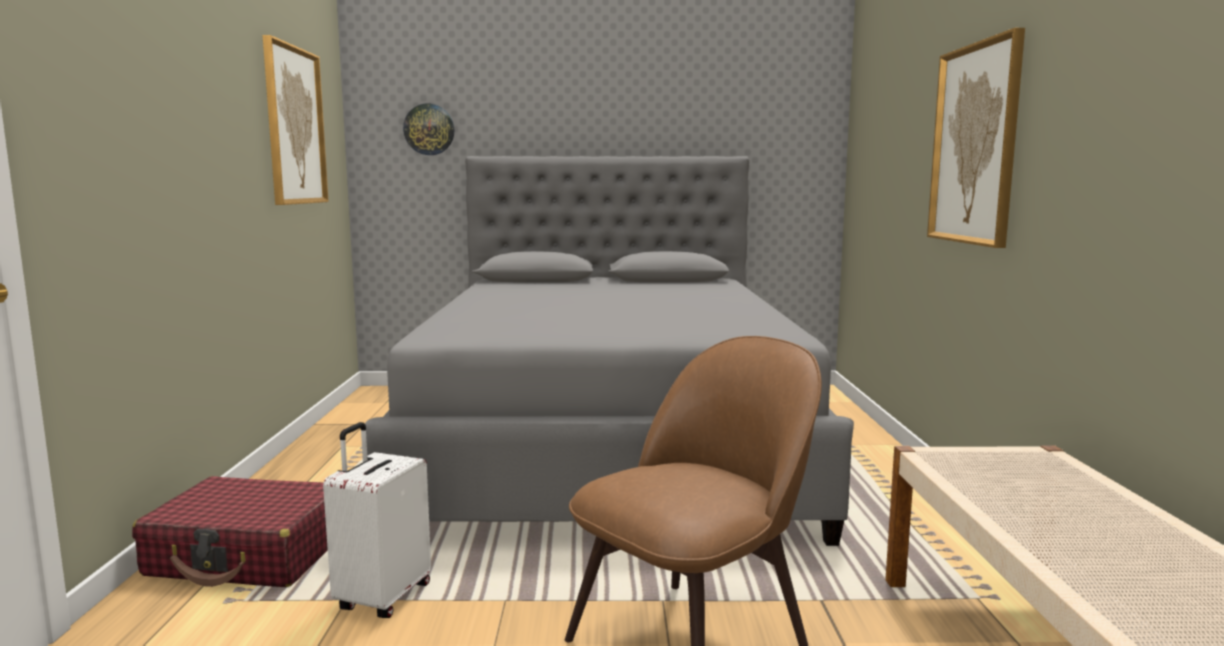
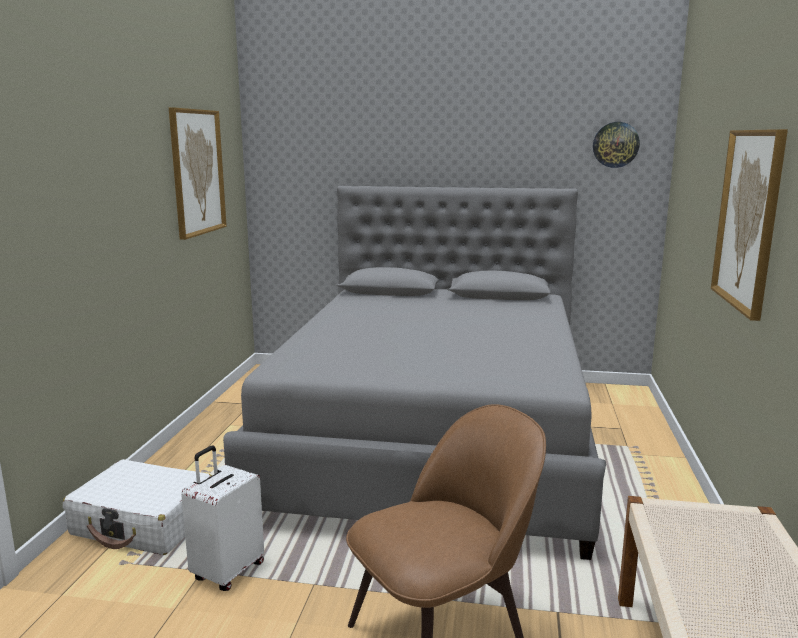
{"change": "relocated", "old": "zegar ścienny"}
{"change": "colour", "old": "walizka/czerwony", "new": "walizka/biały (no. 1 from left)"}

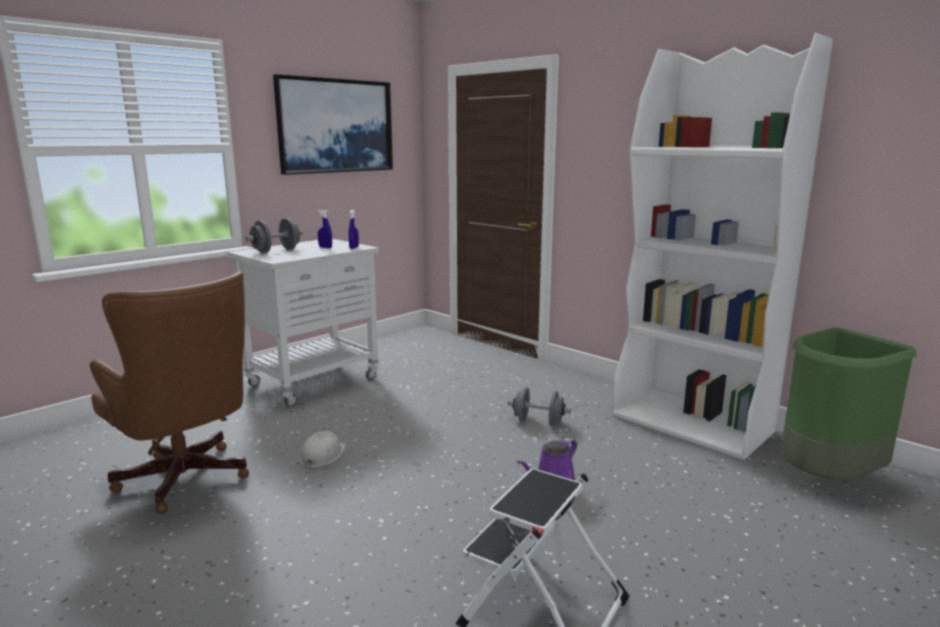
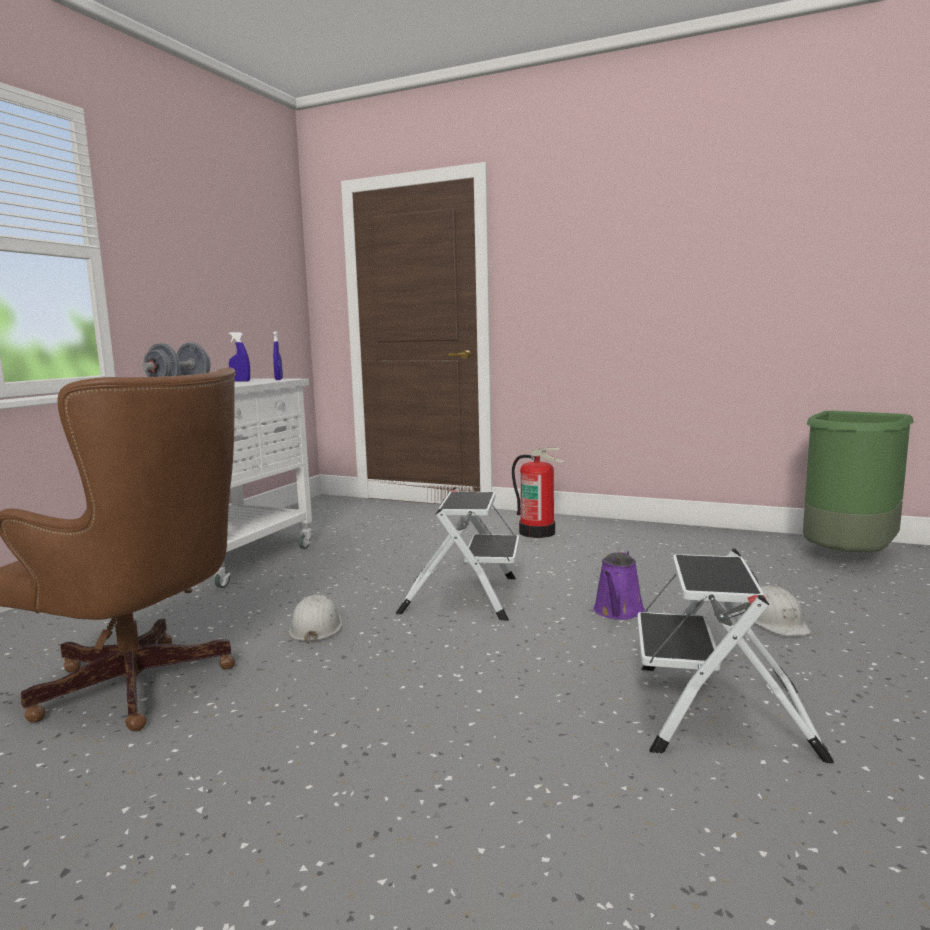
{"change": "missing", "old": "obraz"}
{"change": "missing", "old": "hantel/szary (no. 2 from left)"}
{"change": "missing", "old": "regał/biały"}
{"change": "appeared", "new": "drabinka (no. 1 from left)"}
{"change": "appeared", "new": "gaśnica"}
{"change": "appeared", "new": "kask/biały (no. 2 from left)"}

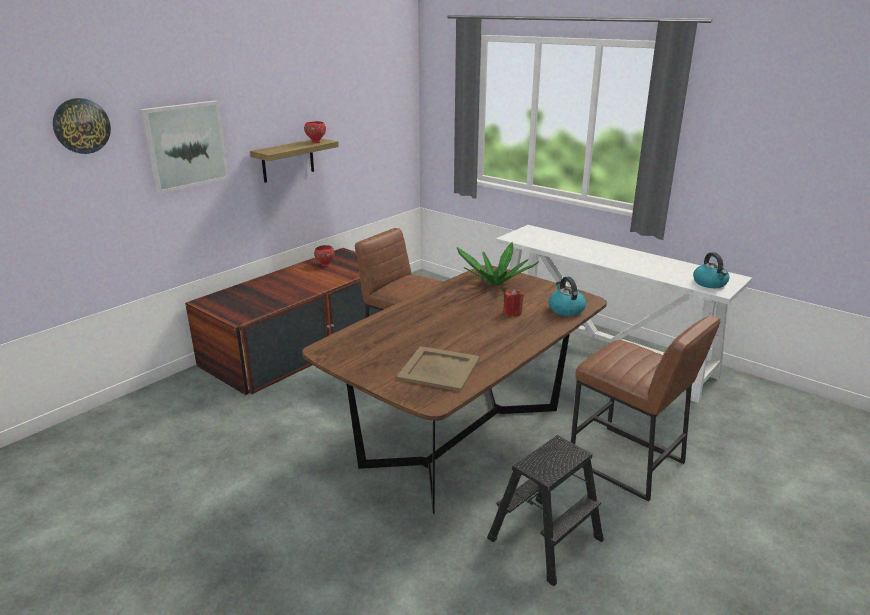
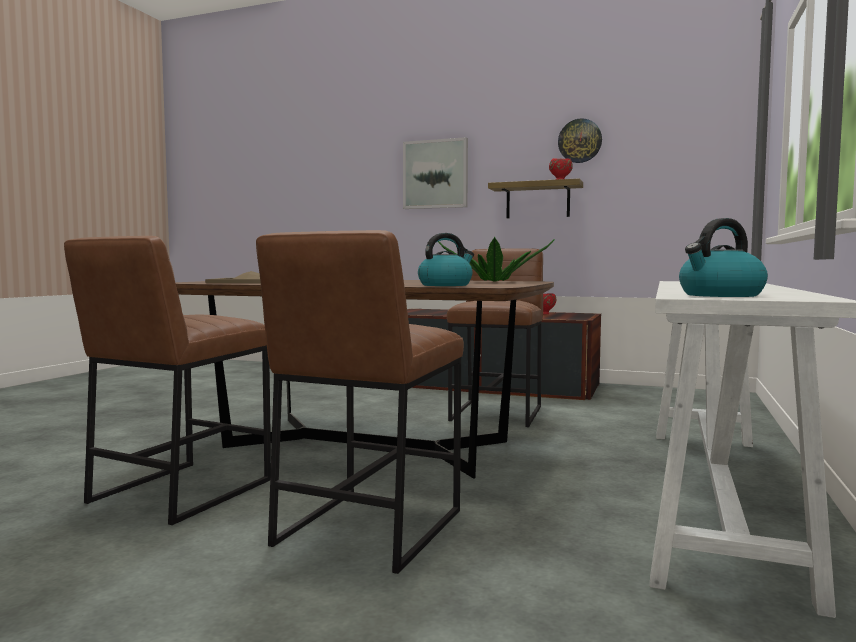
{"change": "missing", "old": "świeca/czerwony"}
{"change": "relocated", "old": "zegar ścienny"}
{"change": "exchanged", "old": "drabinka/czarny", "new": "krzesło/brązowy (no. 1 from left)"}

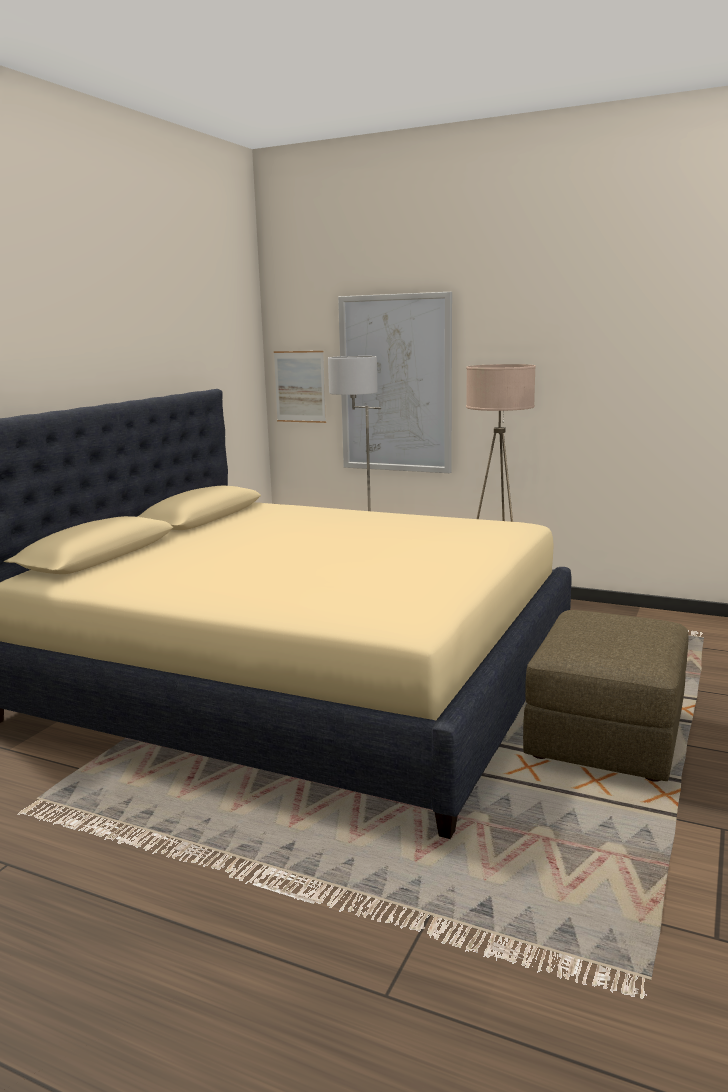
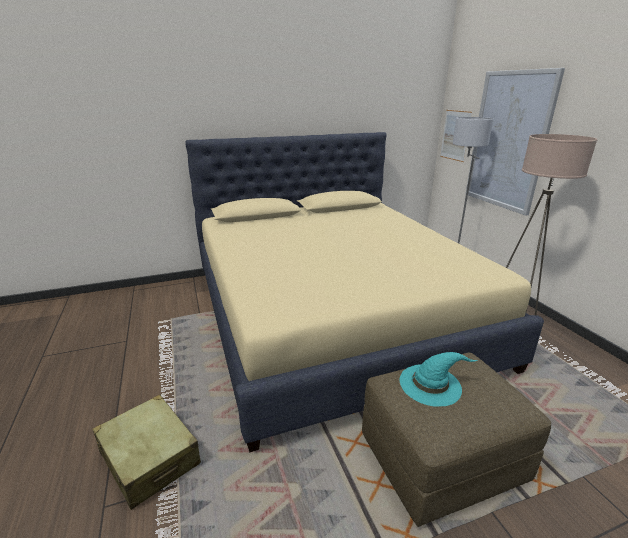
{"change": "appeared", "new": "walizka/beżowy"}
{"change": "appeared", "new": "kapelusz/turkusowy"}

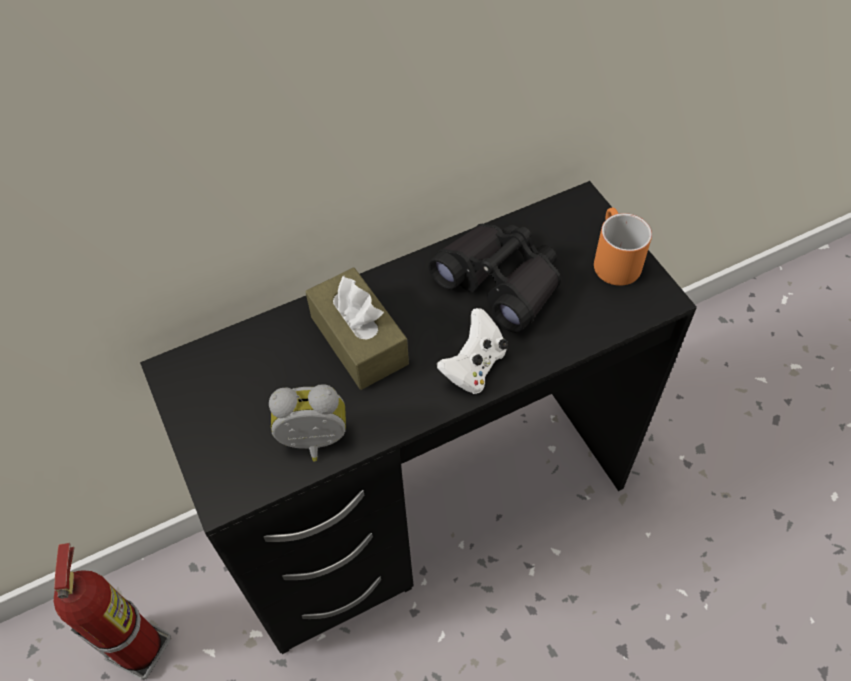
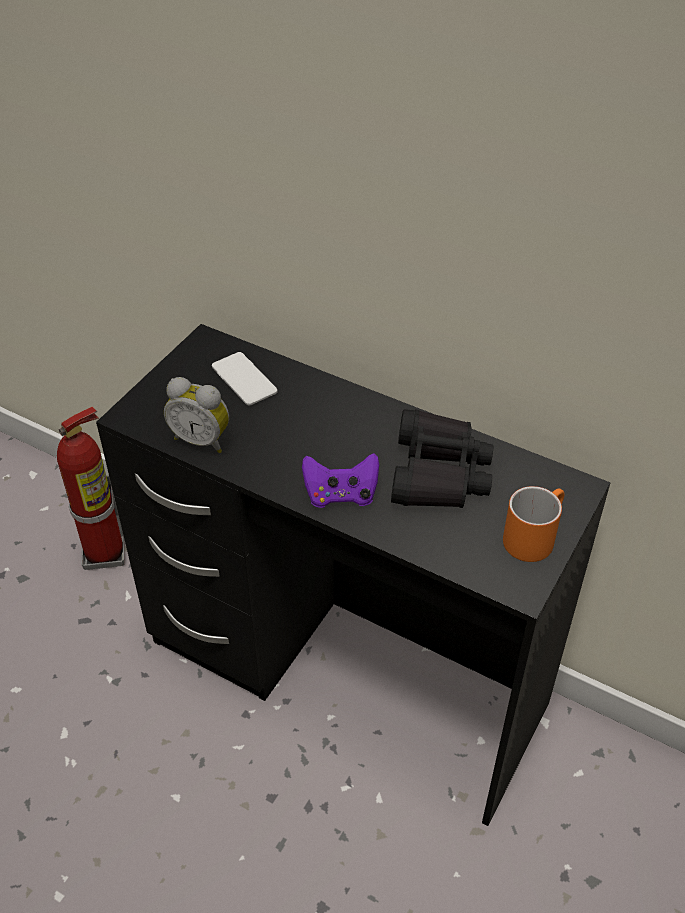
{"change": "missing", "old": "pudełko chusteczek/brązowy"}
{"change": "appeared", "new": "telefon"}
{"change": "colour", "old": "pad do gier/biały", "new": "pad do gier/fioletowy"}
{"change": "spun", "old": "budzik", "degrees": 150}

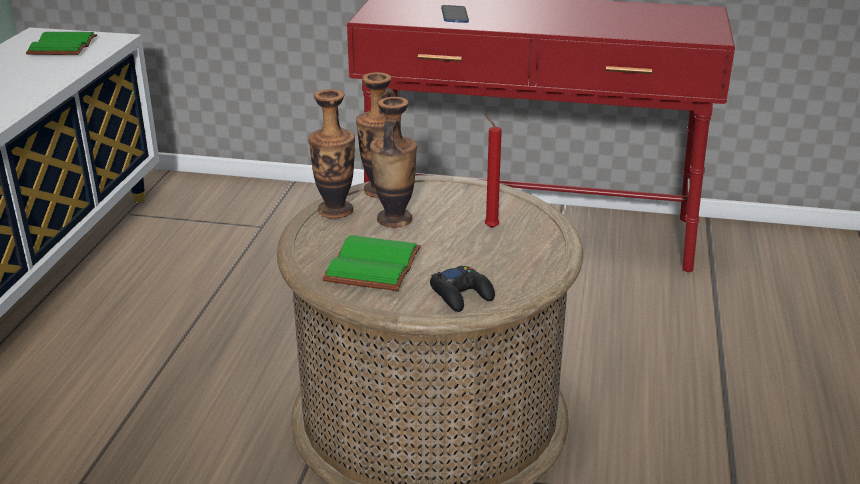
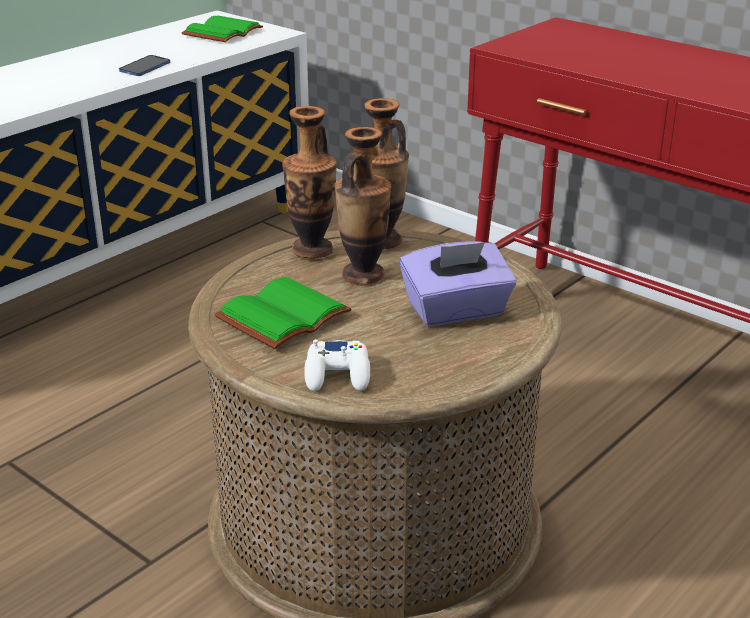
{"change": "relocated", "old": "telefon"}
{"change": "exchanged", "old": "świeca/czerwony", "new": "pudełko chusteczek/fioletowy"}
{"change": "colour", "old": "pad do gier/czarny", "new": "pad do gier/biały"}

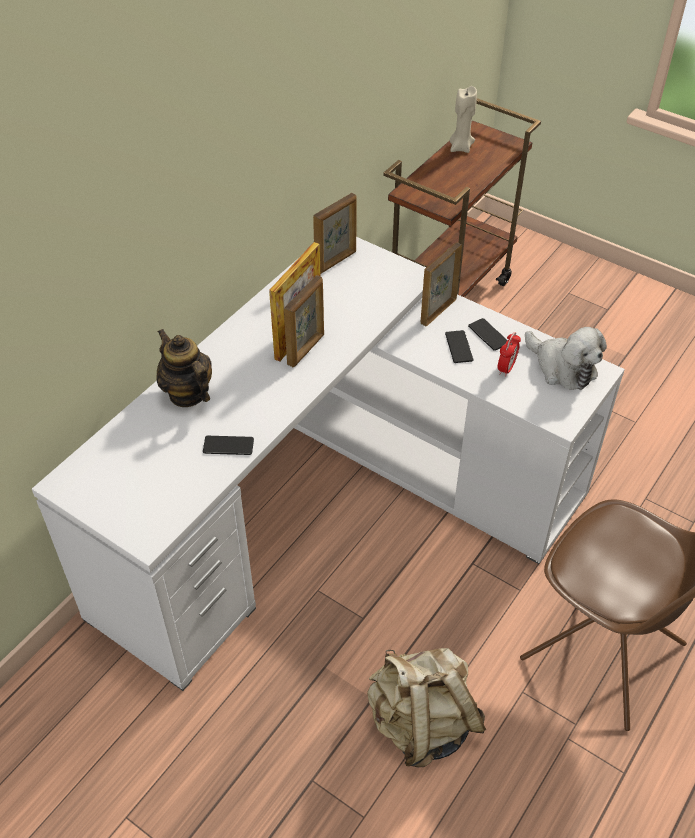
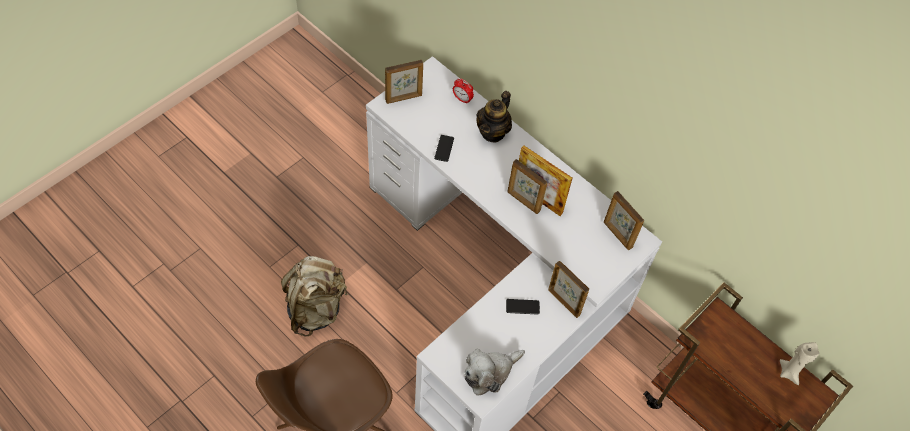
{"change": "missing", "old": "telefon (no. 3 from left)"}
{"change": "appeared", "new": "ramka na zdjęcie (no. 1 from left)"}
{"change": "relocated", "old": "budzik"}
{"change": "spun", "old": "imbryk", "degrees": 150}

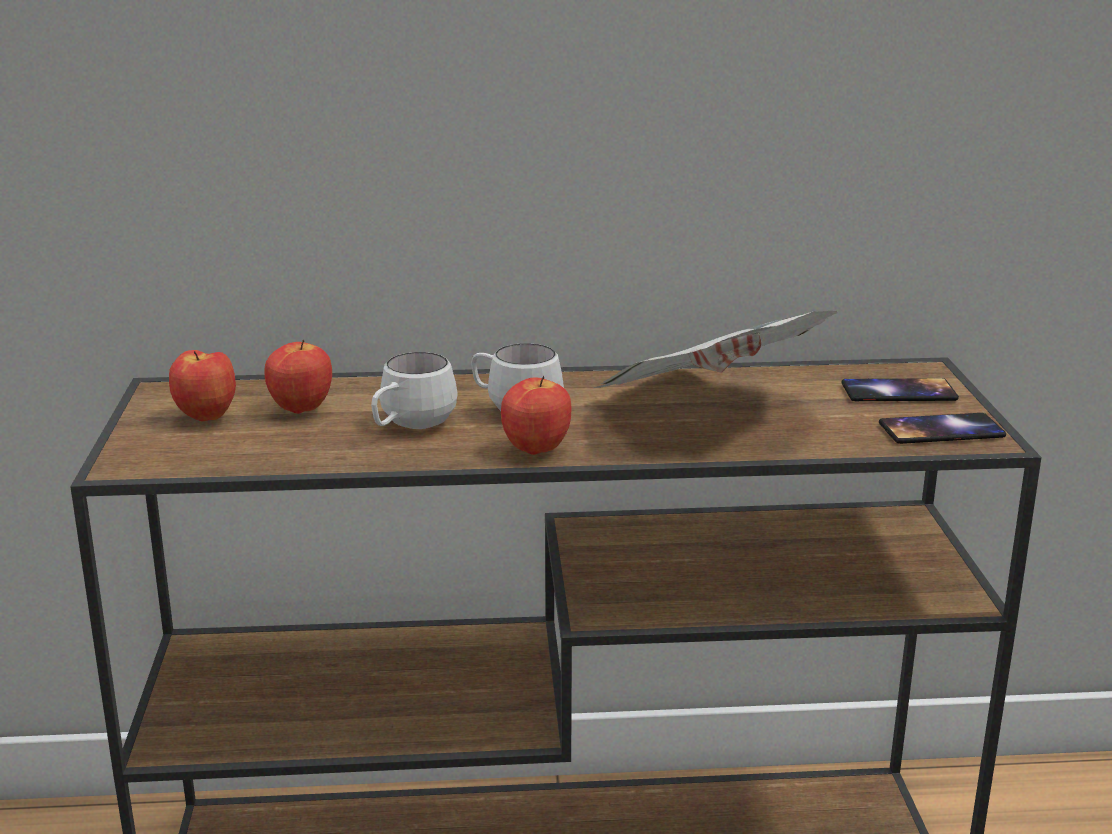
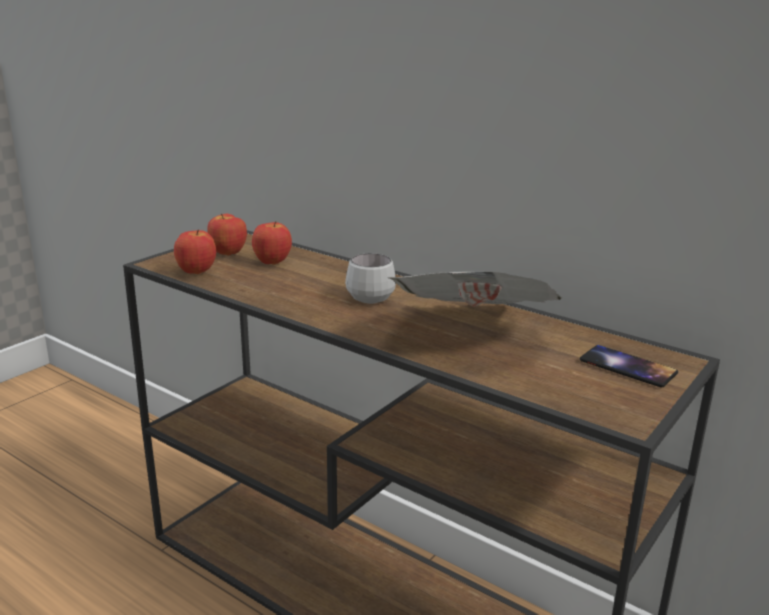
{"change": "missing", "old": "kubek/biały (no. 1 from left)"}
{"change": "missing", "old": "telefon (no. 2 from left)"}
{"change": "relocated", "old": "jabłko (no. 3 from left in the first image)", "new": "jabłko (no. 1 from left)"}

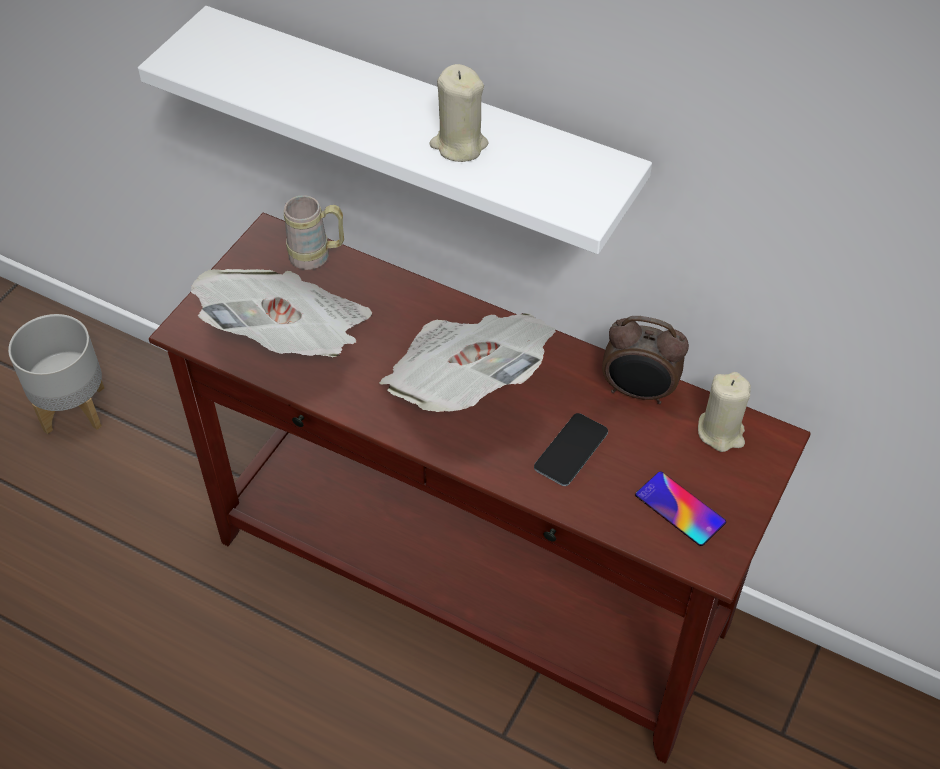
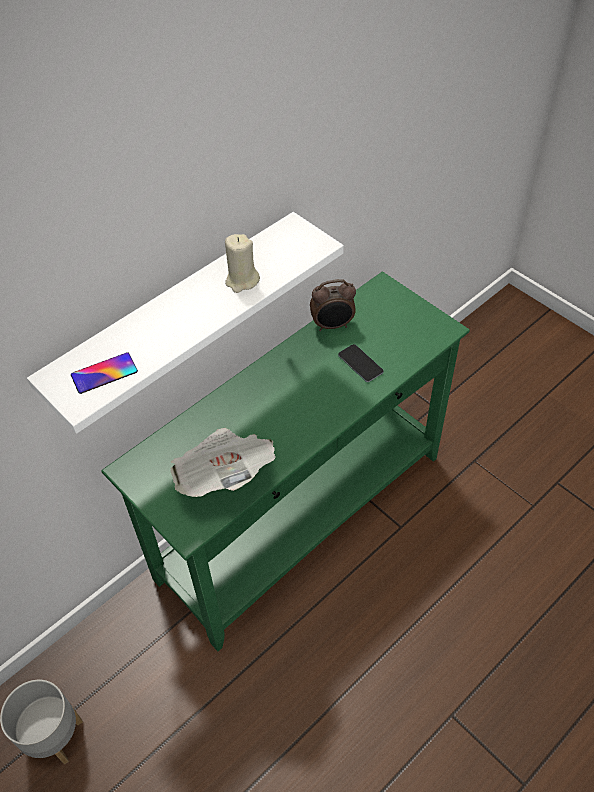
{"change": "missing", "old": "kubek/beżowy"}
{"change": "missing", "old": "gazeta (no. 2 from left)"}
{"change": "missing", "old": "świeca/beżowy (no. 2 from left)"}
{"change": "relocated", "old": "telefon (no. 2 from left in the first image)", "new": "telefon (no. 1 from left)"}
{"change": "colour", "old": "stolik konsolowy/brązowy", "new": "stolik konsolowy/zielony"}
{"change": "spun", "old": "budzik", "degrees": 45}

